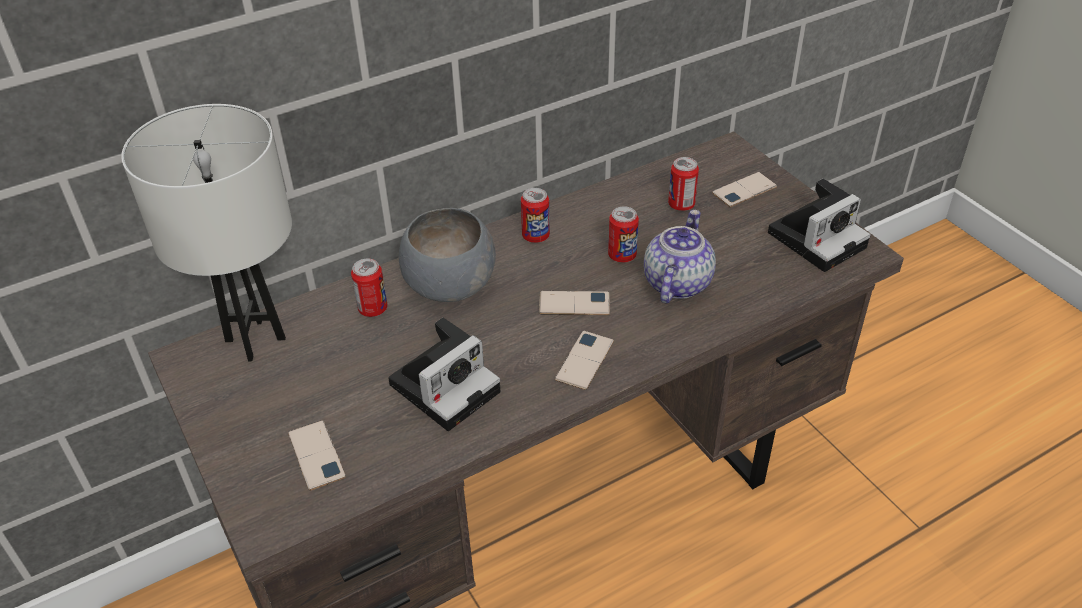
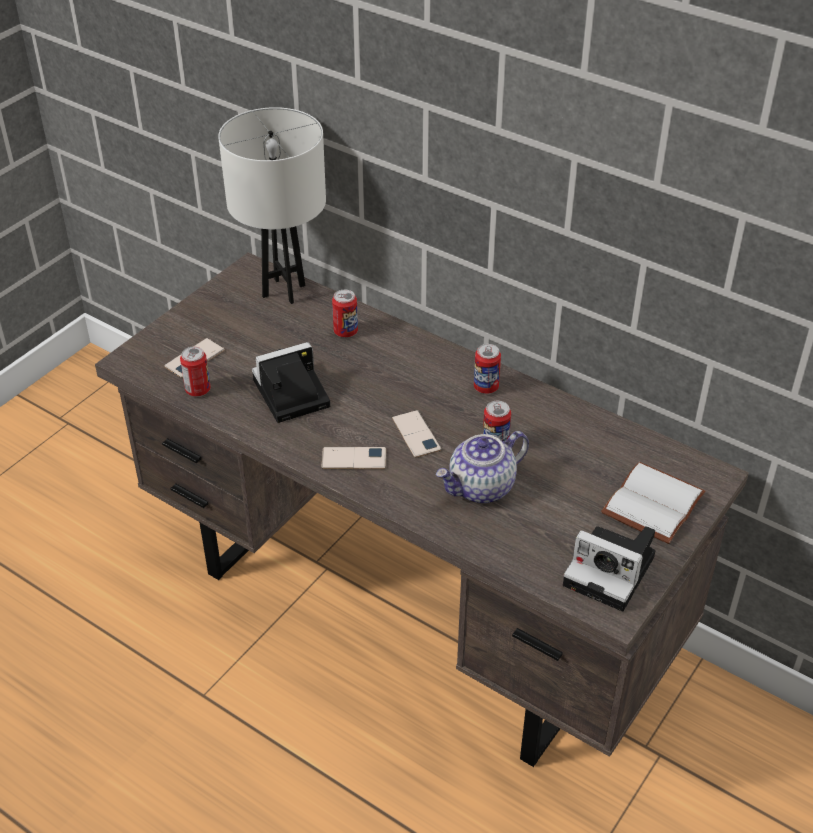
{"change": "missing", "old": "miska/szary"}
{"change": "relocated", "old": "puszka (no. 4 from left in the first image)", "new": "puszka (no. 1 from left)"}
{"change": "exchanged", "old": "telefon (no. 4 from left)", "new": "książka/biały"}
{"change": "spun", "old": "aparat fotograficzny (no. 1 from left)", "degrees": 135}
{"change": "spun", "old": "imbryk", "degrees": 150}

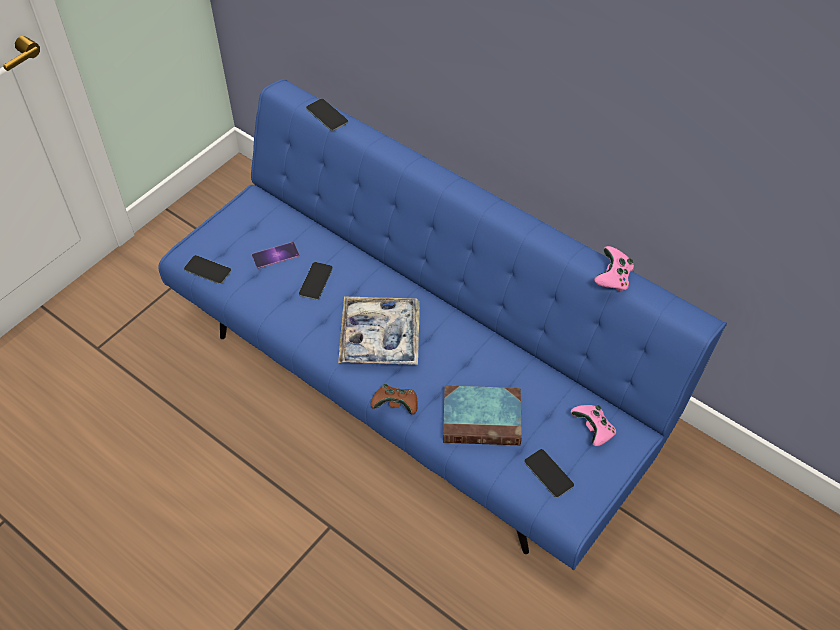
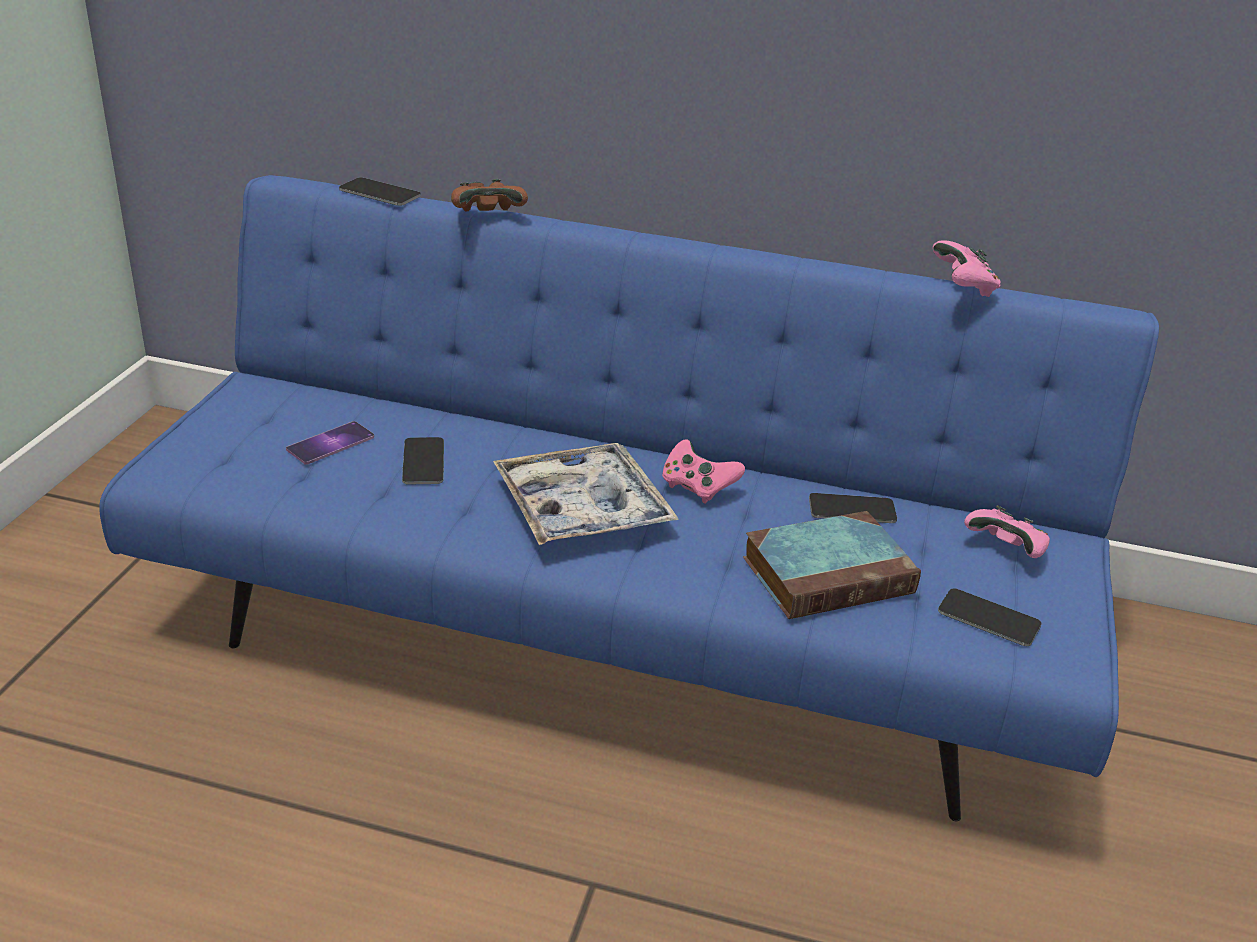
{"change": "appeared", "new": "pad do gier/różowy (no. 1 from left)"}
{"change": "relocated", "old": "telefon (no. 1 from left in the first image)", "new": "telefon (no. 4 from left)"}
{"change": "relocated", "old": "pad do gier/brązowy"}

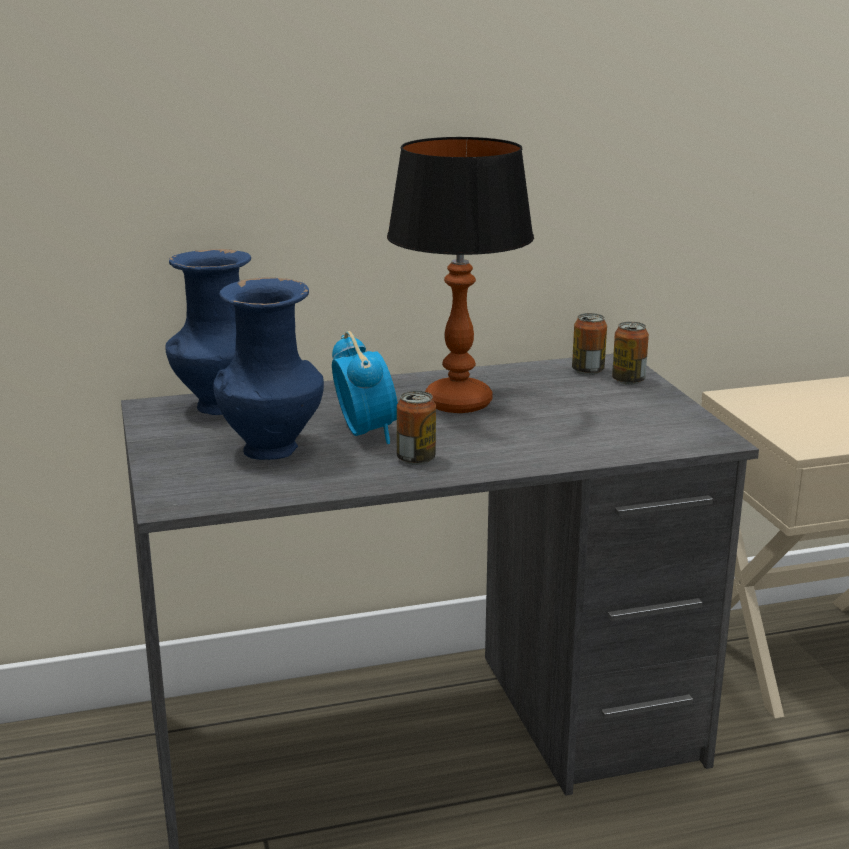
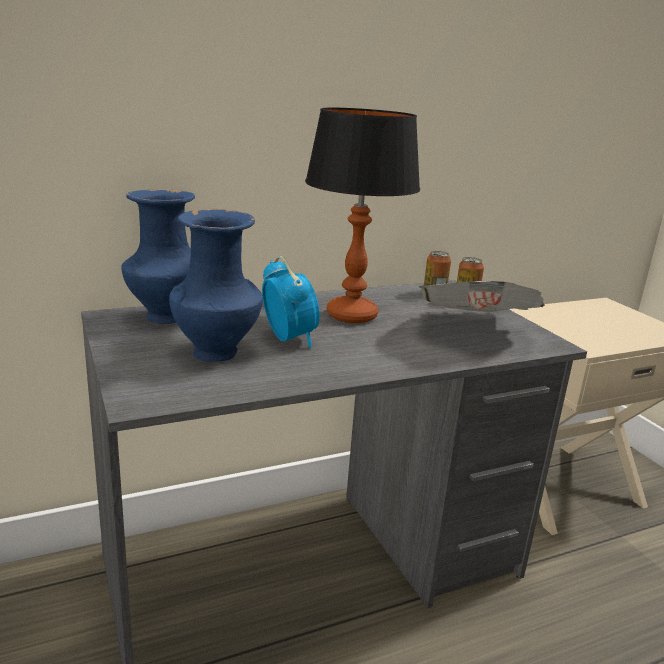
{"change": "missing", "old": "puszka (no. 1 from left)"}
{"change": "appeared", "new": "gazeta"}

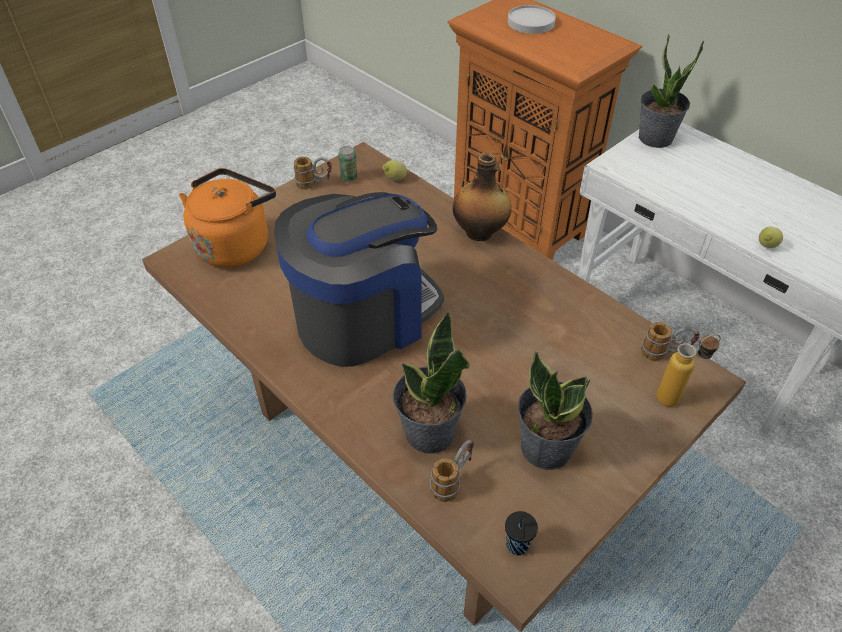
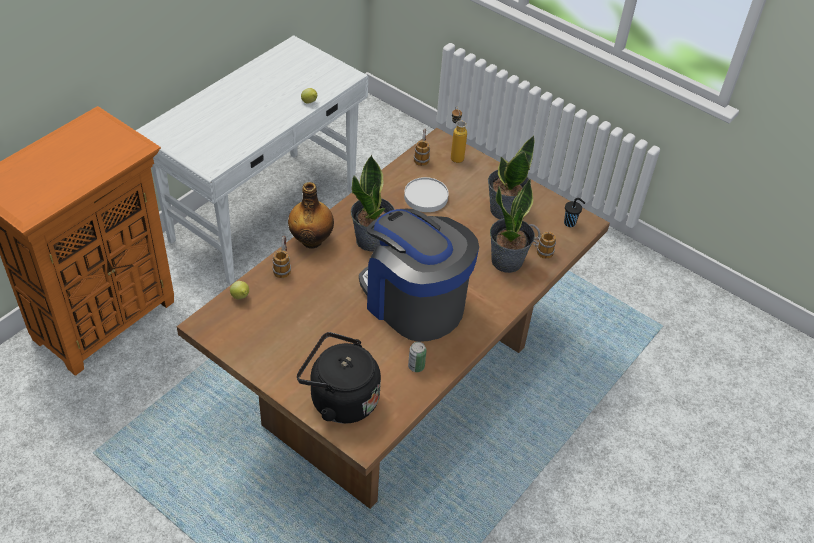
{"change": "relocated", "old": "kubek (no. 1 from left)"}
{"change": "relocated", "old": "puszka"}
{"change": "relocated", "old": "talerz/biały"}
{"change": "relocated", "old": "roślina doniczkowa (no. 3 from left in the first image)", "new": "roślina doniczkowa (no. 1 from left)"}
{"change": "colour", "old": "czajnik/pomarańczowy", "new": "czajnik/czarny"}

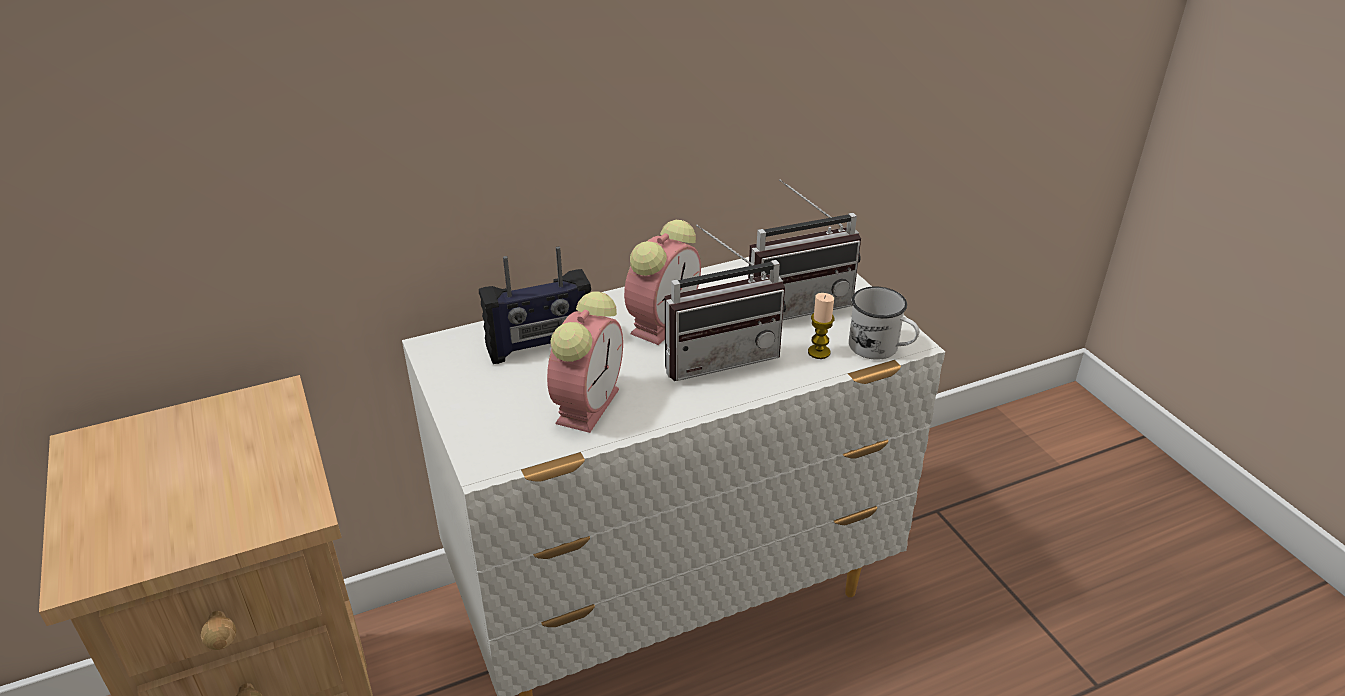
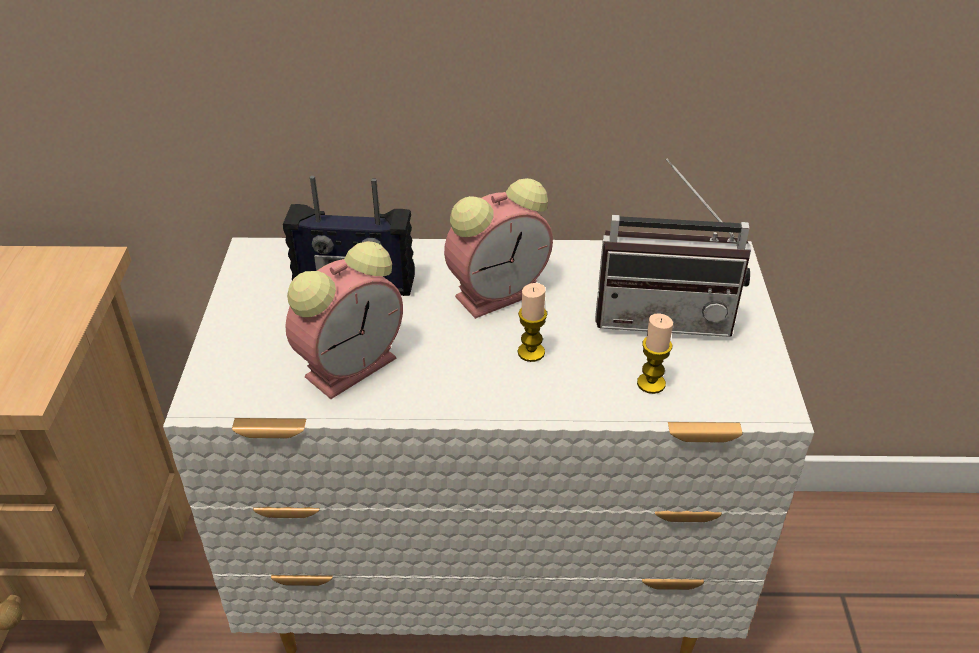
{"change": "missing", "old": "kubek/biały"}
{"change": "exchanged", "old": "radio (no. 2 from left)", "new": "świeca (no. 1 from left)"}

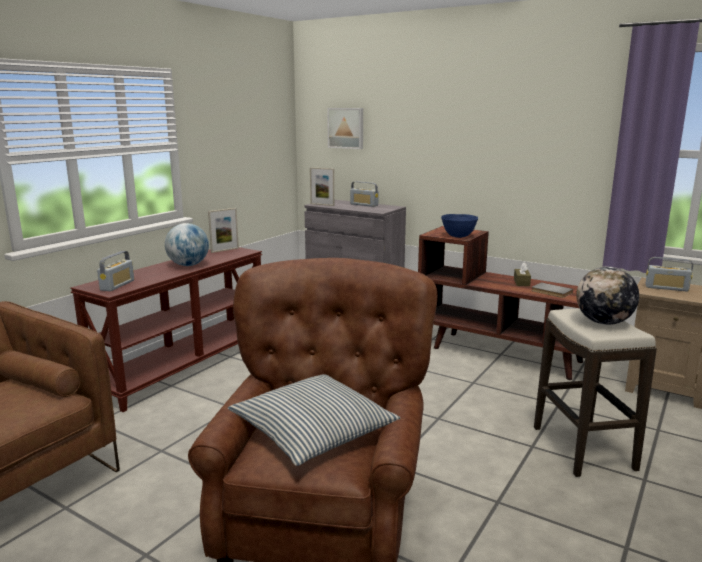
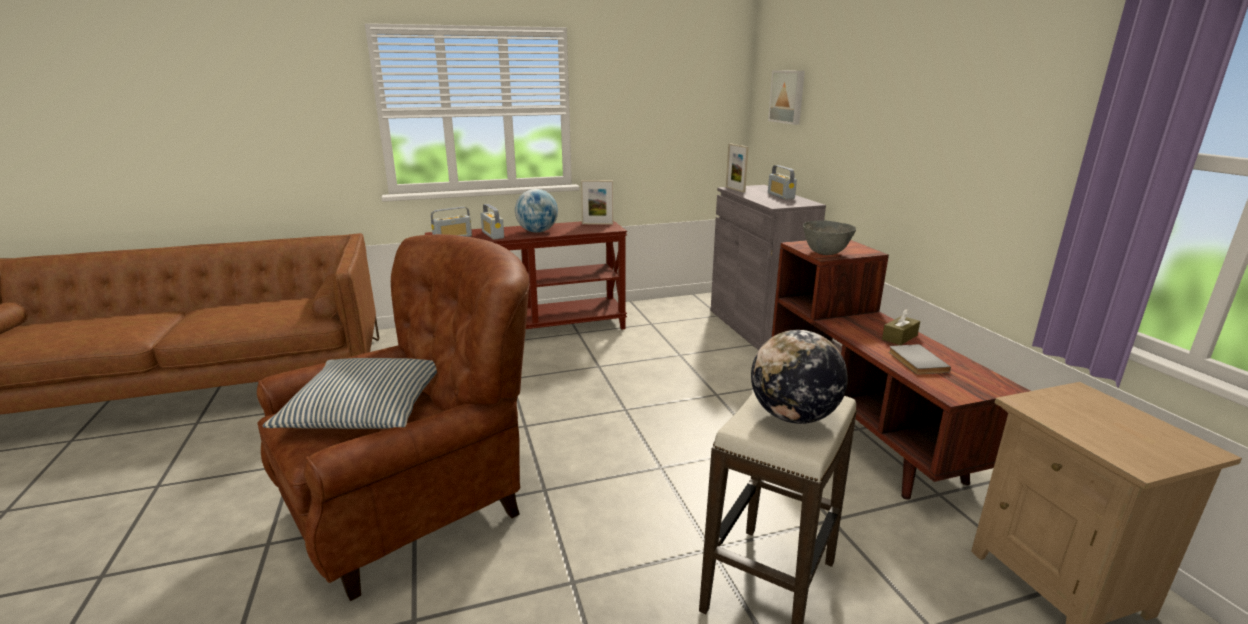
{"change": "relocated", "old": "radio (no. 3 from left in the first image)", "new": "radio (no. 2 from left)"}
{"change": "colour", "old": "miska/niebieski", "new": "miska/szary"}

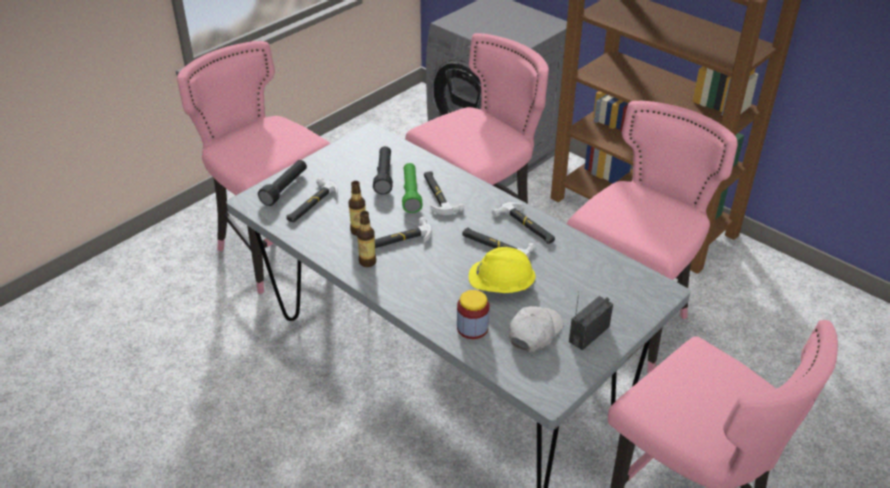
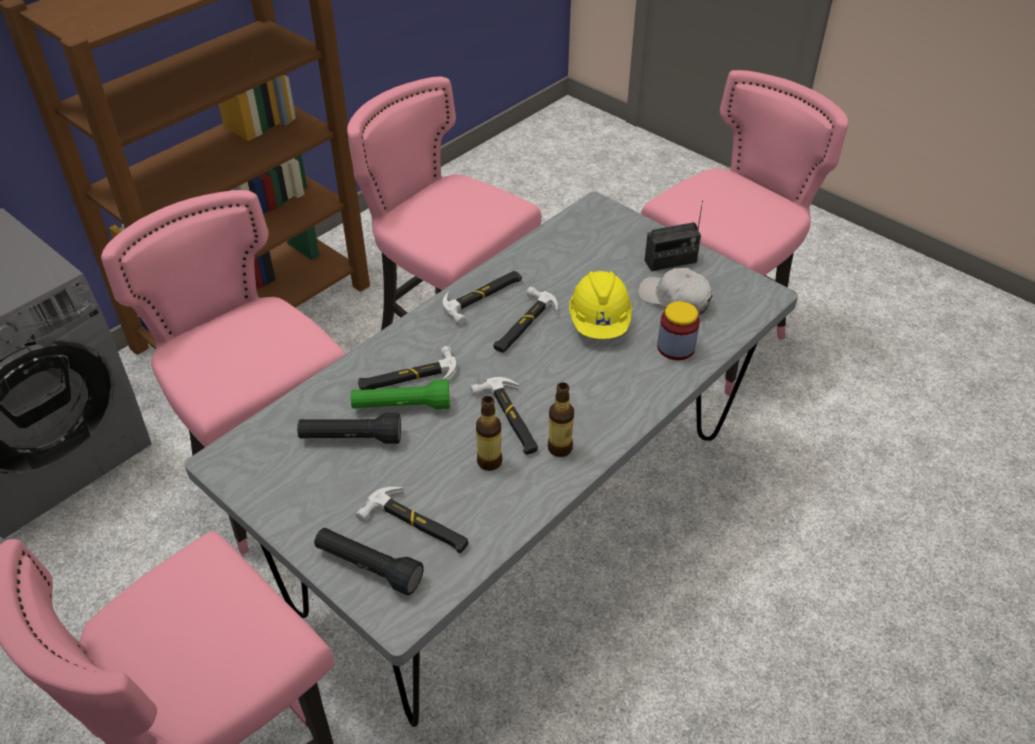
{"change": "spun", "old": "radio", "degrees": -60}

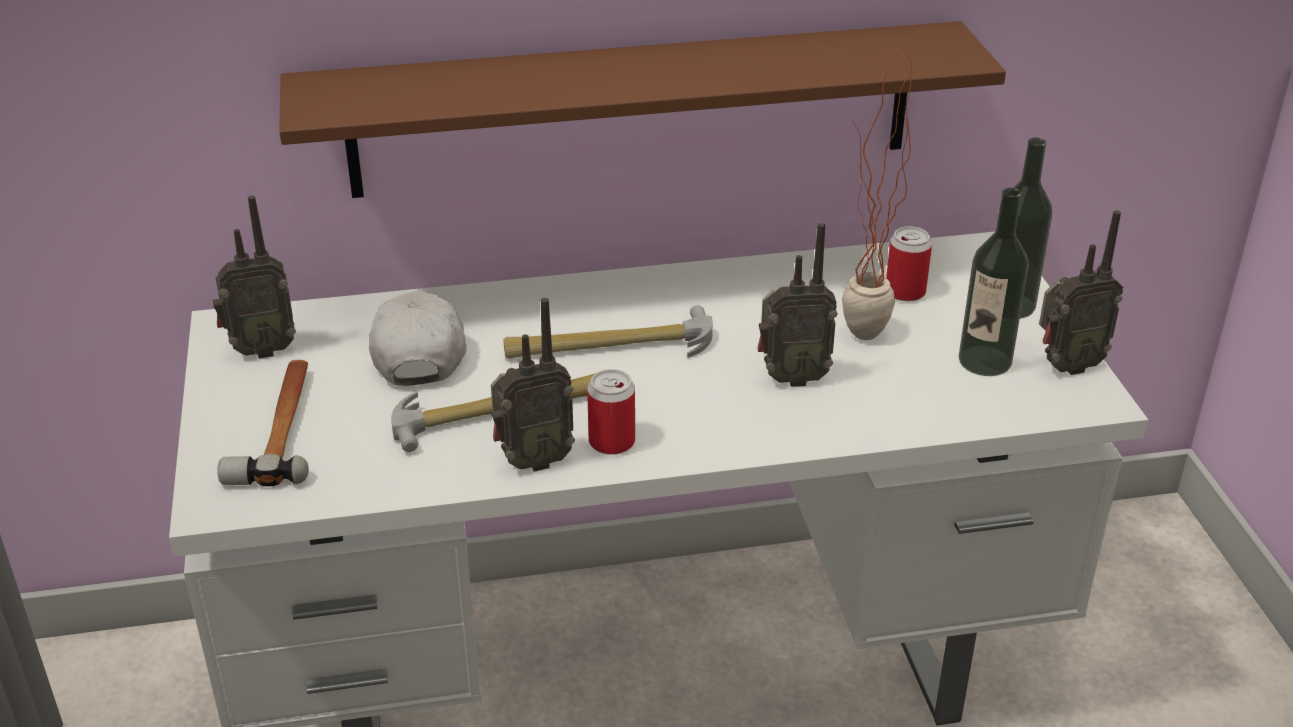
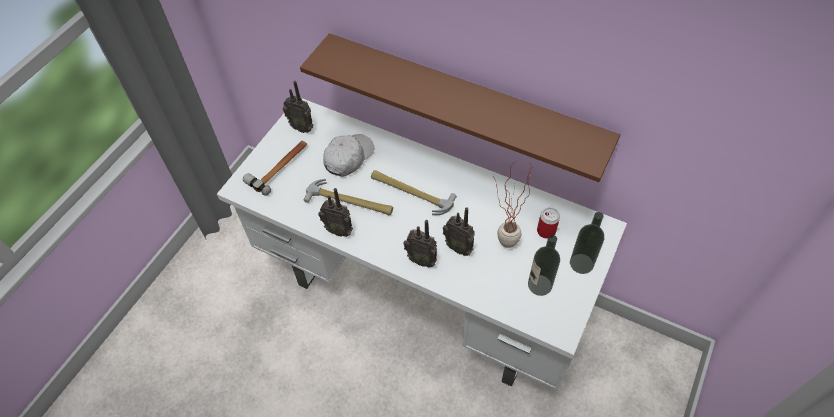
{"change": "missing", "old": "puszka (no. 1 from left)"}
{"change": "relocated", "old": "radio (no. 4 from left in the first image)", "new": "radio (no. 3 from left)"}

